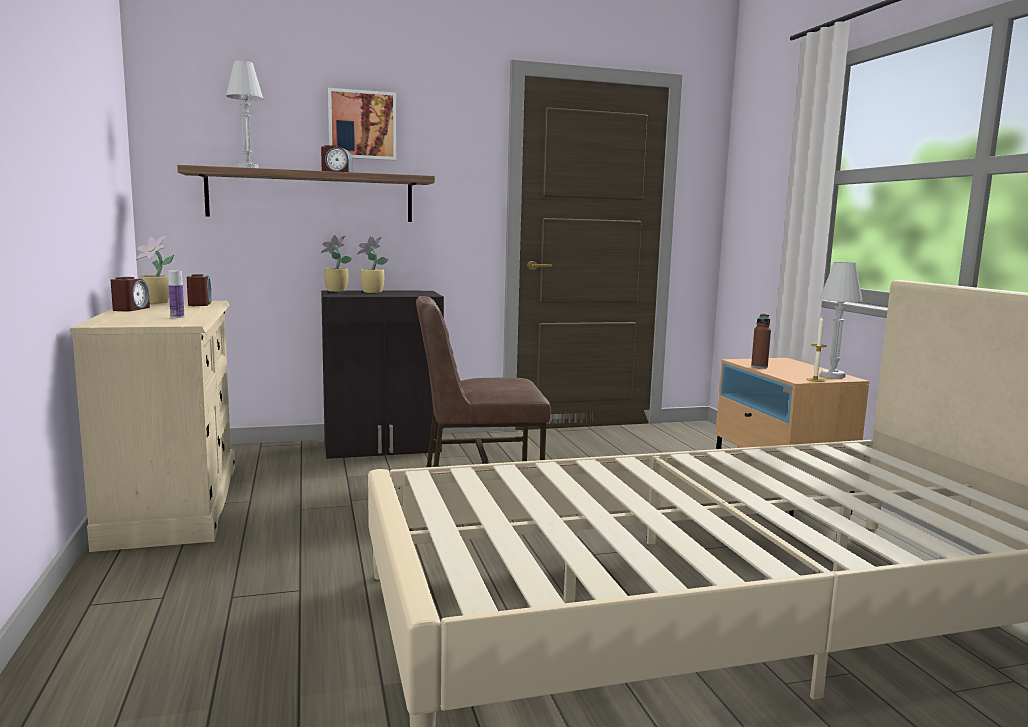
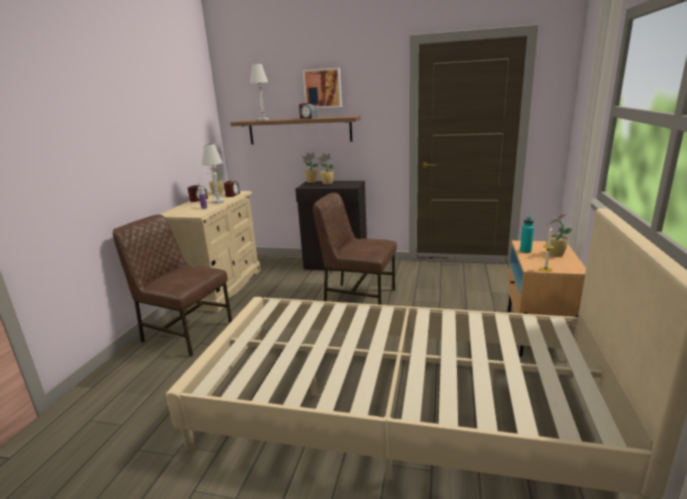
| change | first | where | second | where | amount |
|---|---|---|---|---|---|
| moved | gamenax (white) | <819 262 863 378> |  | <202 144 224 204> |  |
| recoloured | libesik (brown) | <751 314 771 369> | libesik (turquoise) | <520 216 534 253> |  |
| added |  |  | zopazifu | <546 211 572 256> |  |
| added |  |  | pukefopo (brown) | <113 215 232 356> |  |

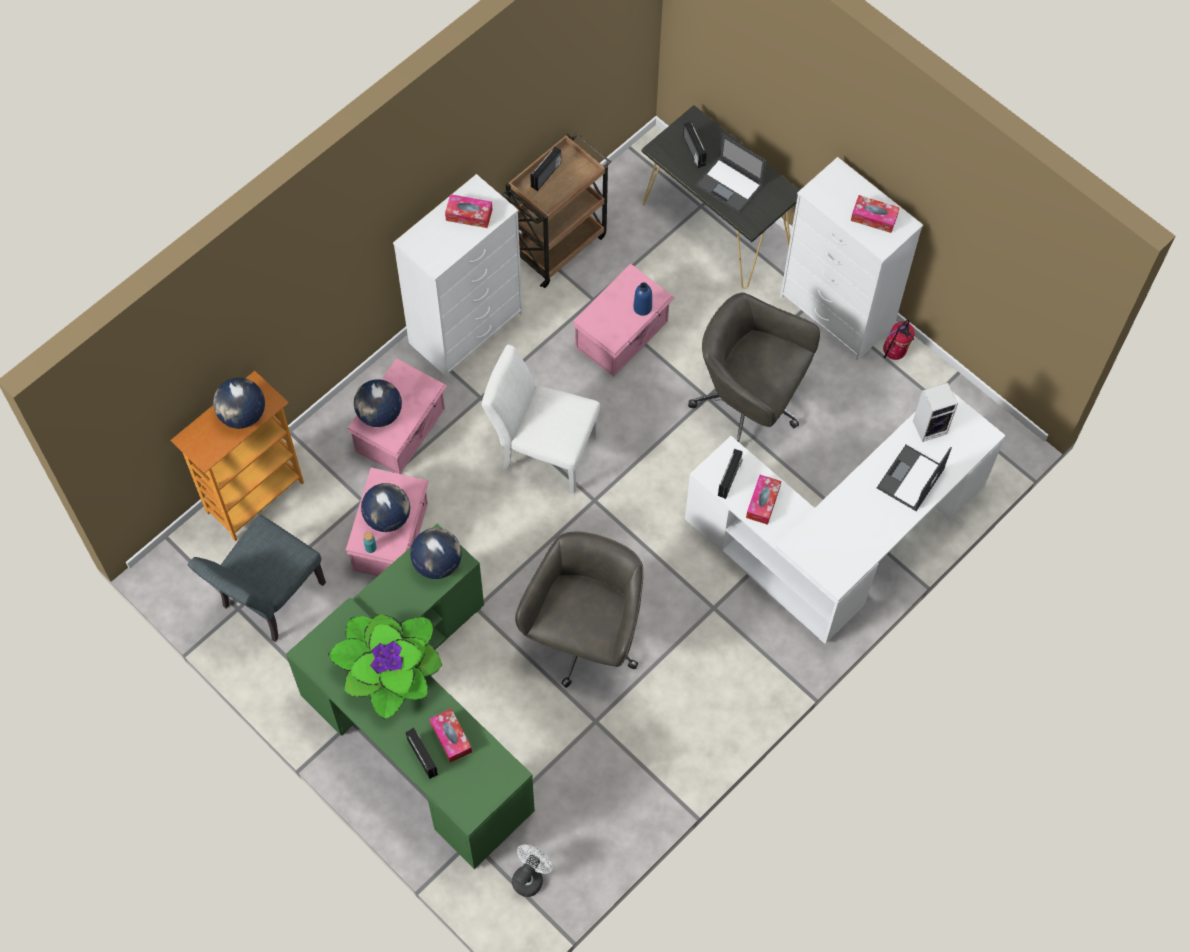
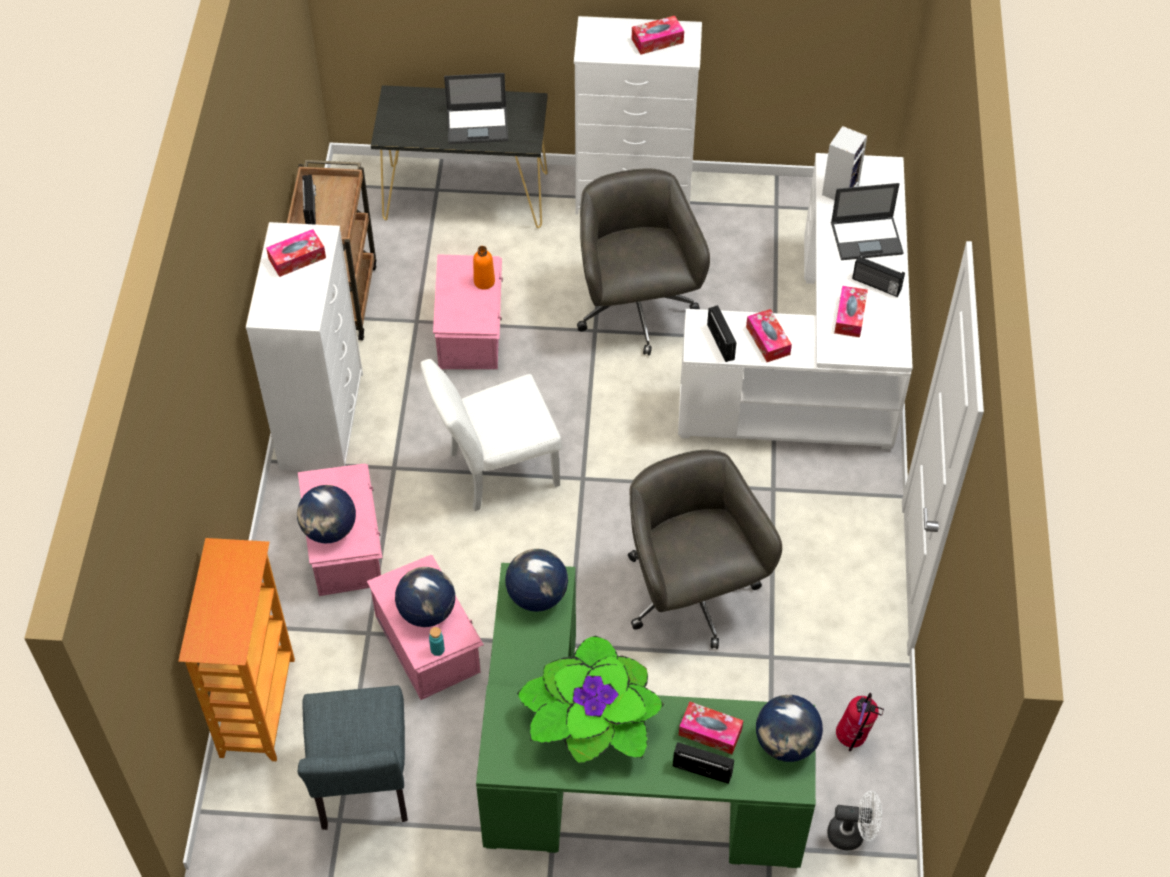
| change | first | where | second | where | amount |
|---|---|---|---|---|---|
| moved | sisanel | <683 121 707 168> |  | <852 255 905 297> |  |
| recoloured | libesik (blue) | <633 282 652 316> | libesik (orange) | <473 246 495 290> |  |
| turned | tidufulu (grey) | <688 292 820 442> |  | <577 169 710 355> | 90 degrees clockwise |
| moved | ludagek | <883 320 915 360> |  | <836 693 884 751> |  |
| moved | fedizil | <213 378 265 429> |  | <756 695 823 762> |  |
| turned | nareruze | <877 445 952 511> |  | <831 183 904 260> | 90 degrees counterclockwise |
| turned | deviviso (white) | <512 845 553 897> |  | <827 791 882 851> | 105 degrees clockwise |
| added |  |  | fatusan | <834 286 868 337> |  |

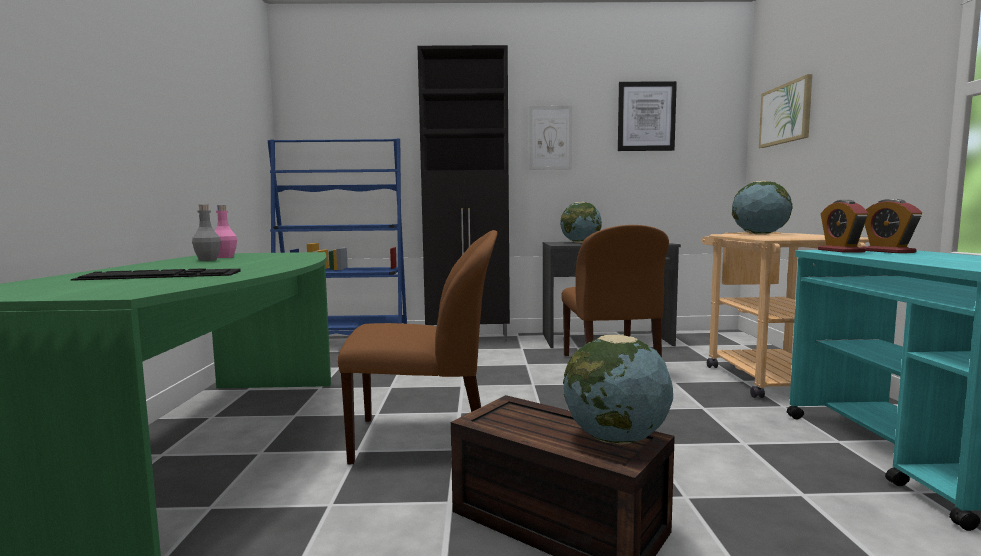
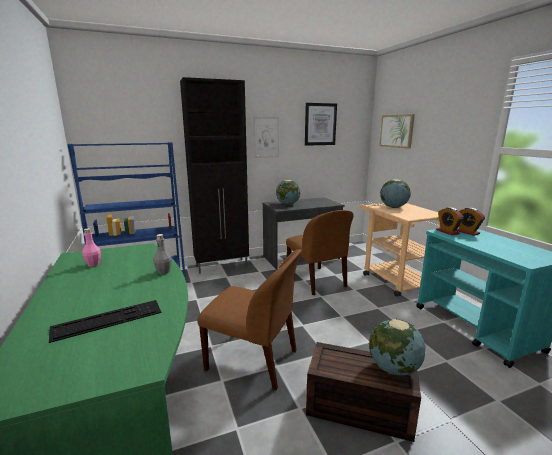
| change | first | where | second | where | amount |
|---|---|---|---|---|---|
| moved | libesik (grey) | <192 205 221 261> |  | <153 234 172 275> |  |
| turned | pukefopo (brown) | <338 230 498 465> |  | <197 249 302 390> | 45 degrees clockwise |

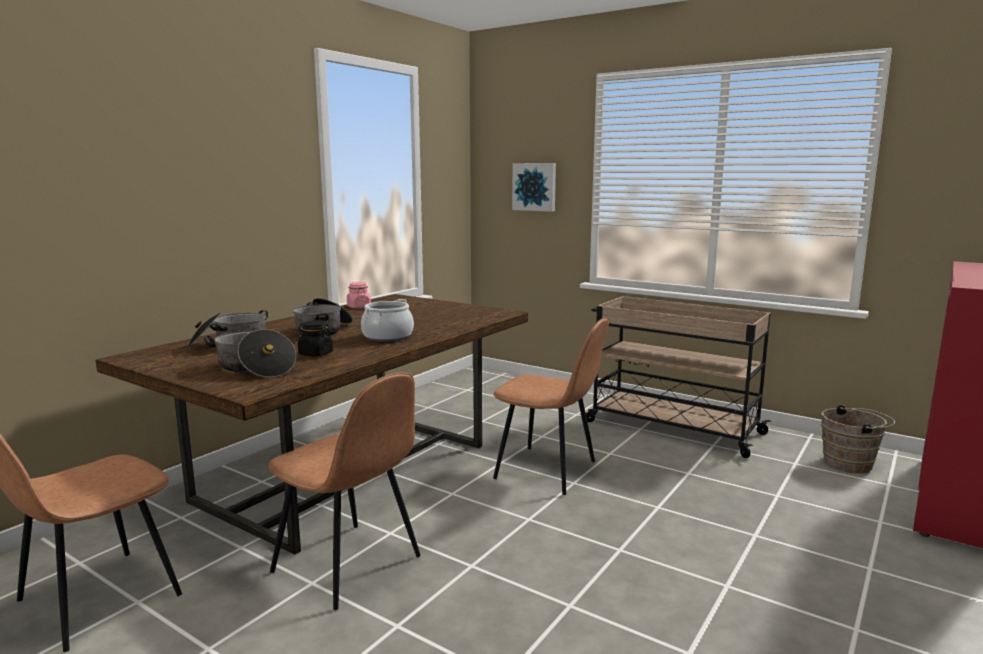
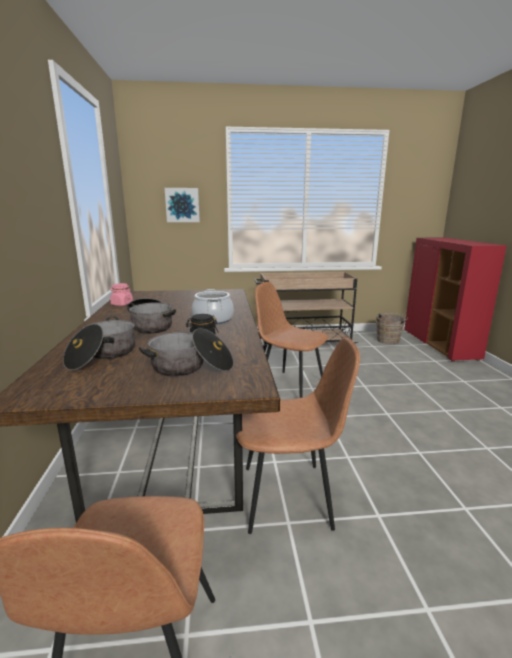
| change | first | where | second | where | amount |
|---|---|---|---|---|---|
| turned | pukefopo (brown) | <493 318 609 495> |  | <255 282 328 398> | 135 degrees counterclockwise |

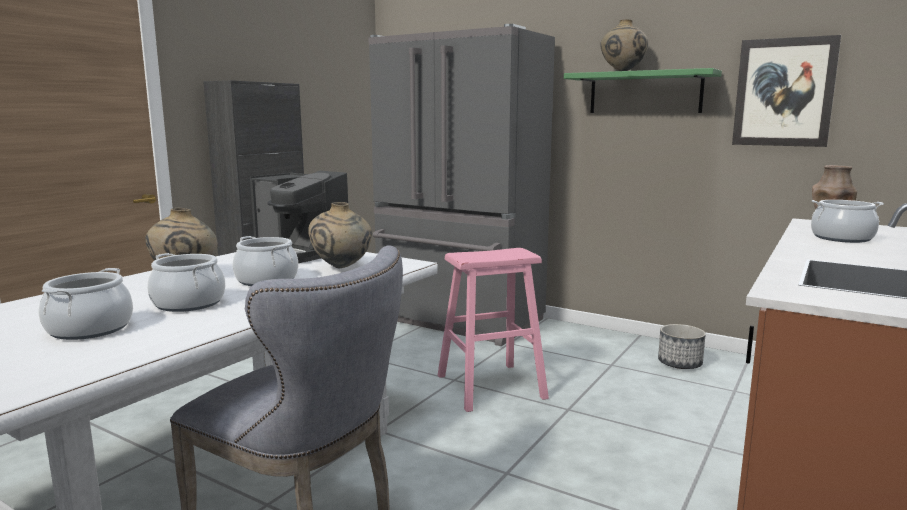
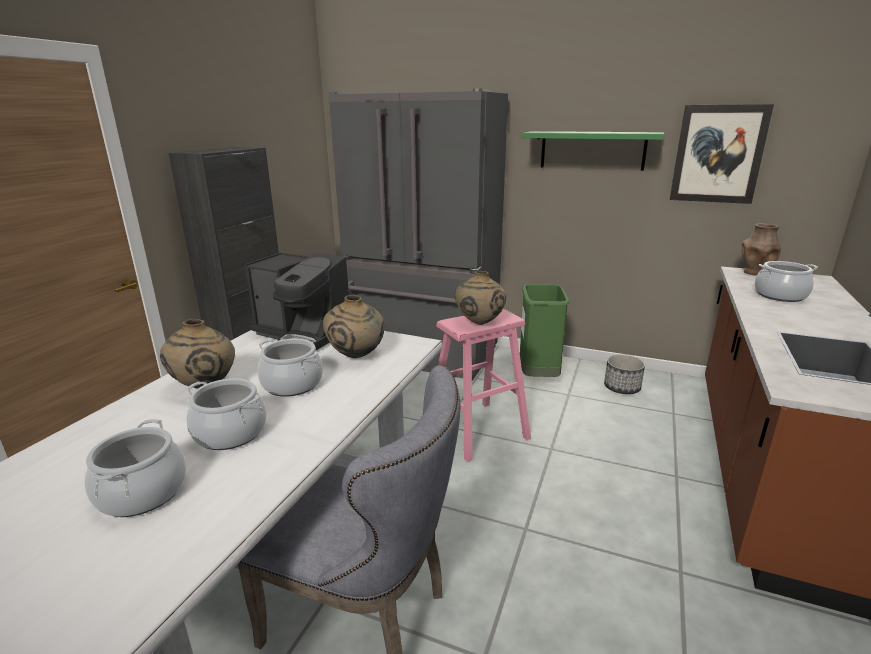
| change | first | where | second | where | amount |
|---|---|---|---|---|---|
| moved | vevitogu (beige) | <600 19 648 71> |  | <455 271 506 325> |  |
| added |  |  | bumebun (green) | <520 284 569 377> |  |

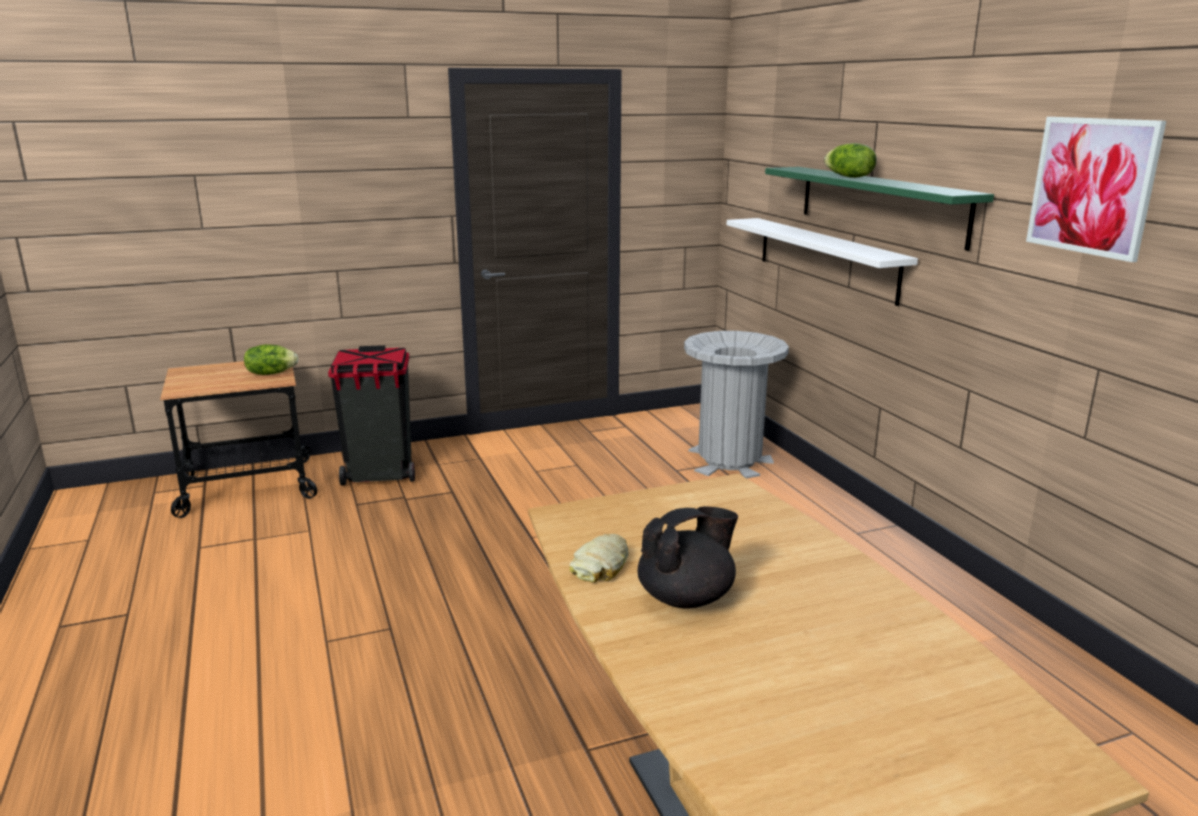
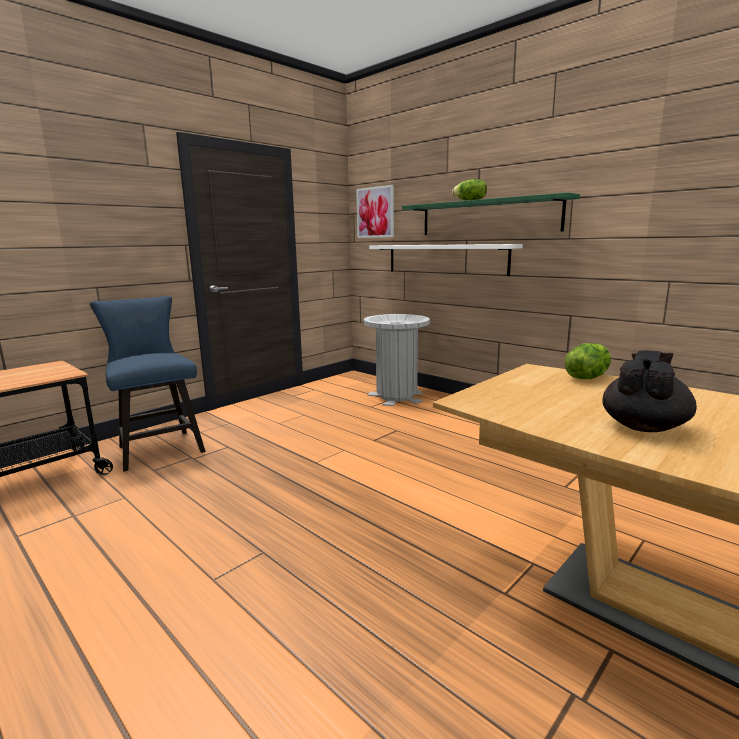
| change | first | where | second | where | amount |
|---|---|---|---|---|---|
| moved | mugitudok | <1026 117 1166 262> |  | <356 185 394 238> |  |
| moved | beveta | <244 344 299 375> |  | <565 343 611 379> |  |
| replaced | bumebun (black) | <328 345 415 486> | pukefopo (blue) | <90 296 205 471> |  |
| removed | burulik | <569 534 629 582> |  |  |  |

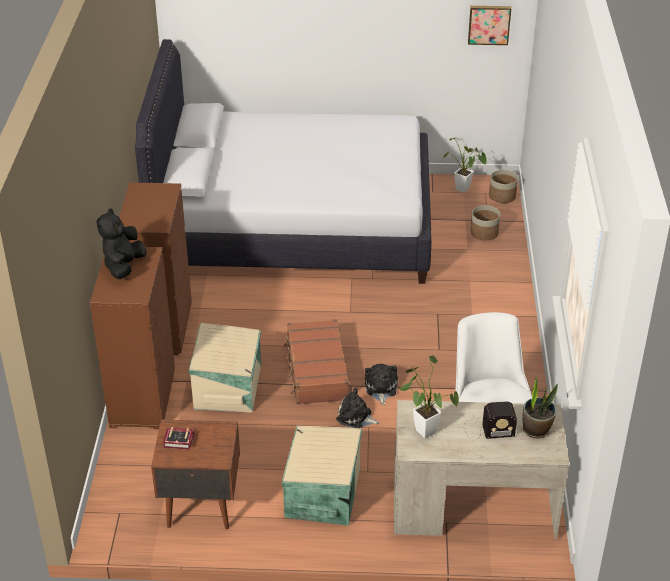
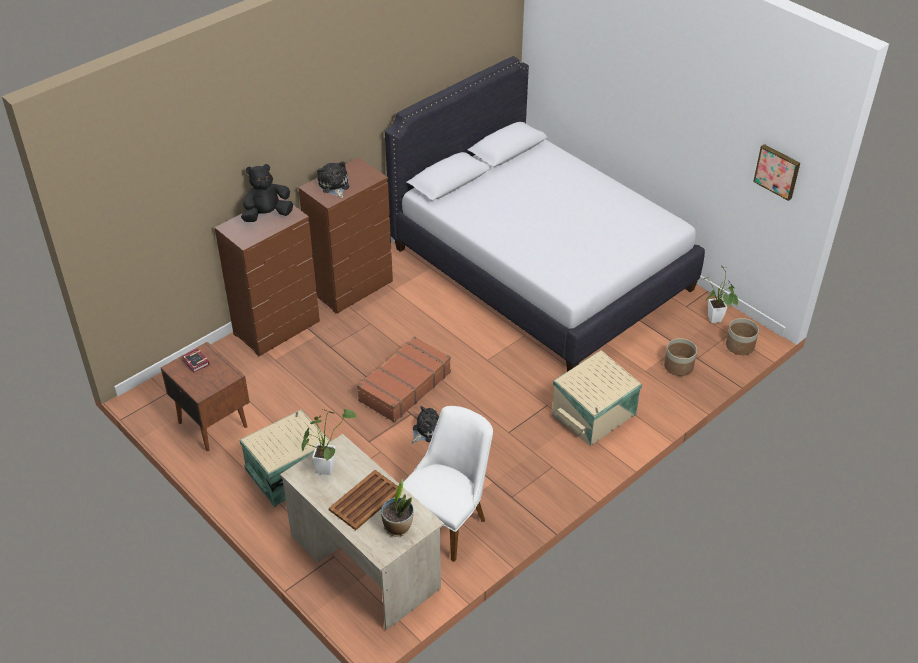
| change | first | where | second | where | amount |
|---|---|---|---|---|---|
| moved | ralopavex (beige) | <189 323 261 413> |  | <552 350 642 447> |  |
| moved | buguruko | <336 388 380 428> |  | <317 161 349 198> |  |
| replaced | sisanel | <464 401 517 440> | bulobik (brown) | <329 470 398 531> |  |

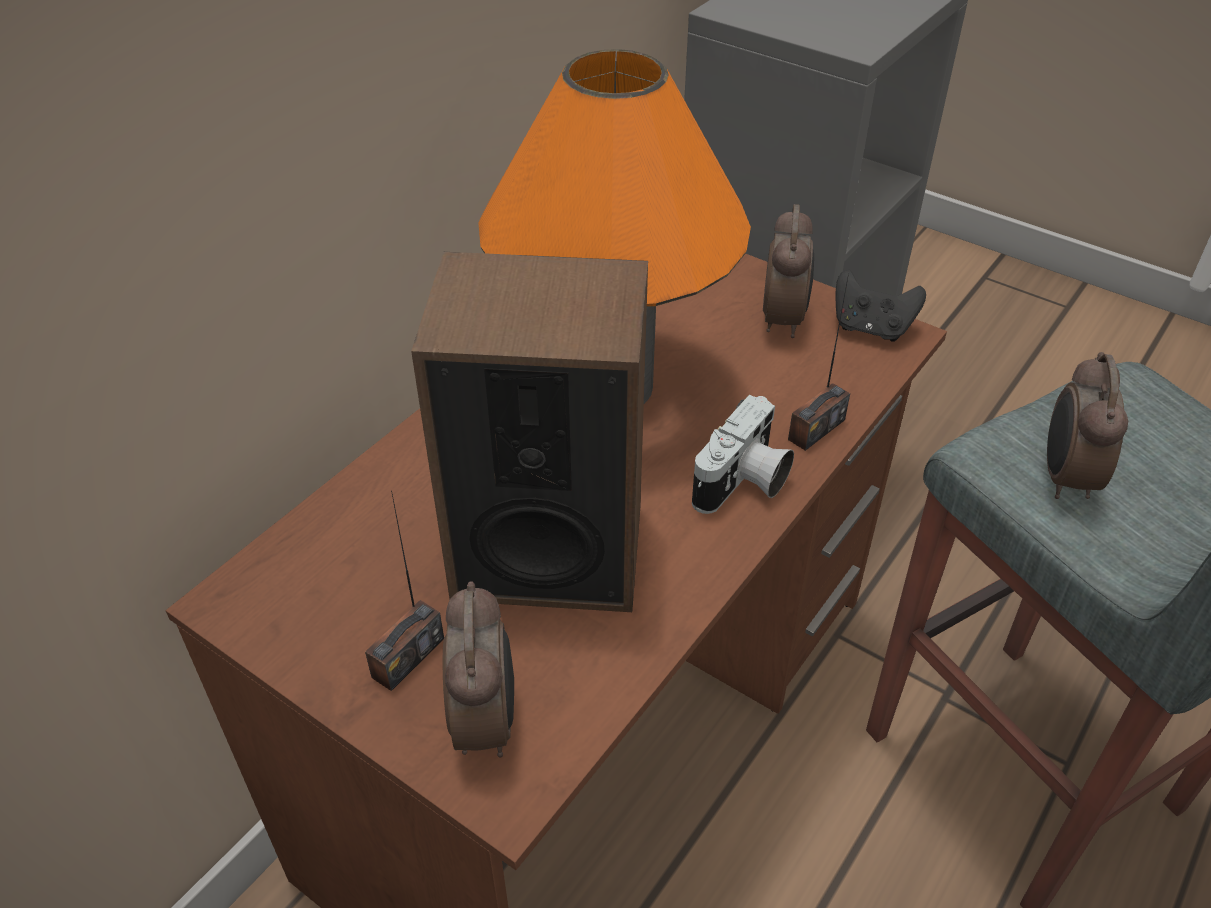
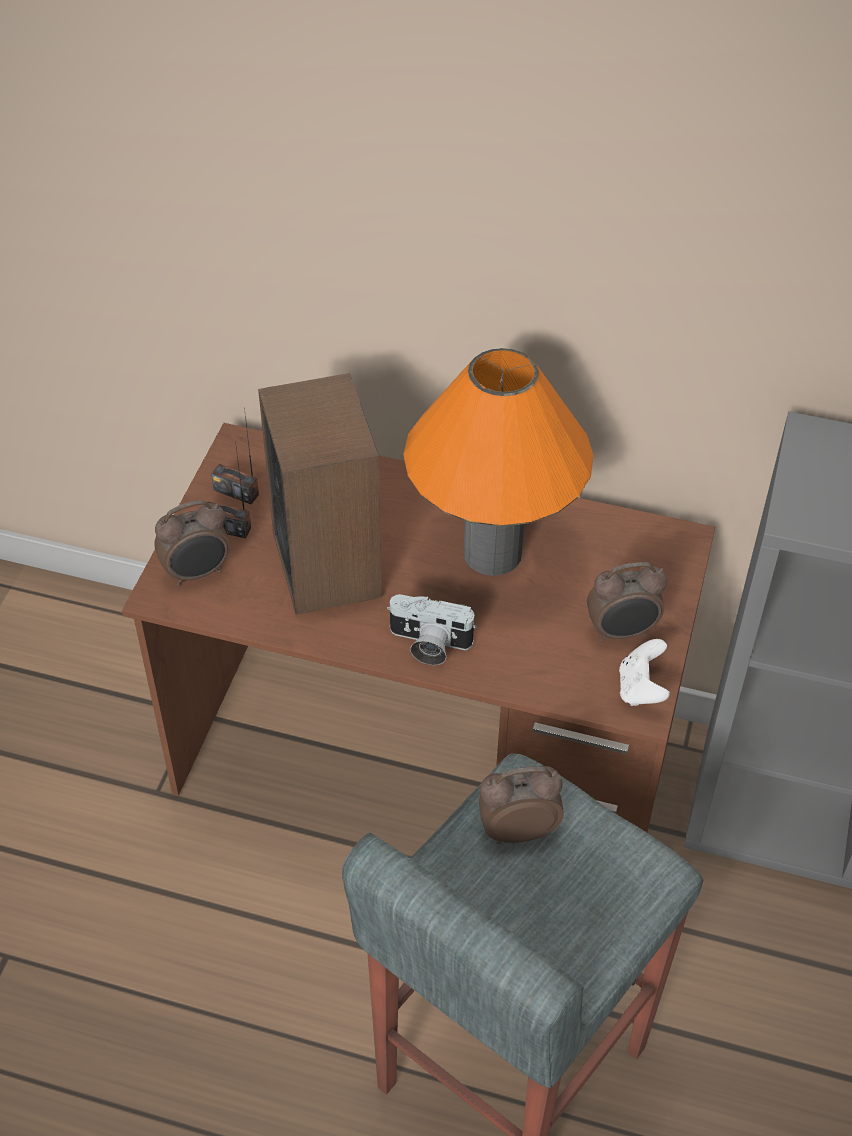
| change | first | where | second | where | amount |
|---|---|---|---|---|---|
| recoloured | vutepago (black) | <835 269 926 342> | vutepago (white) | <619 639 670 706> |  |
| moved | sisanel | <788 273 850 451> |  | <211 407 259 504> |  |

